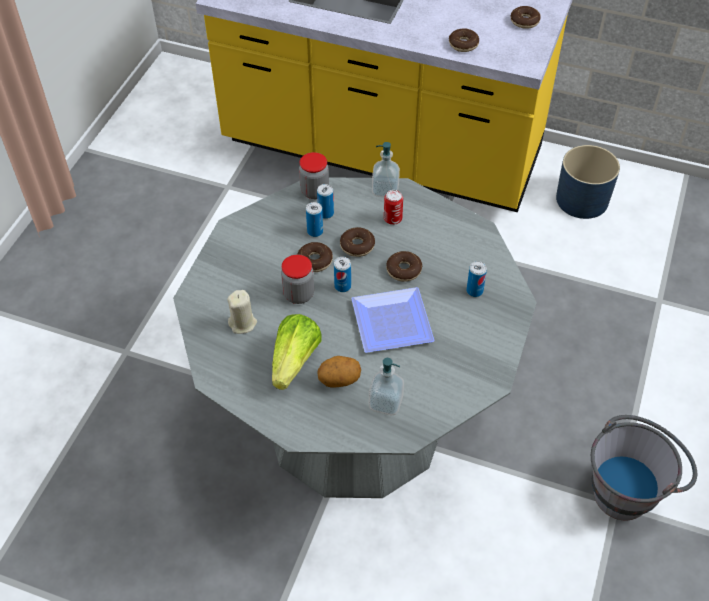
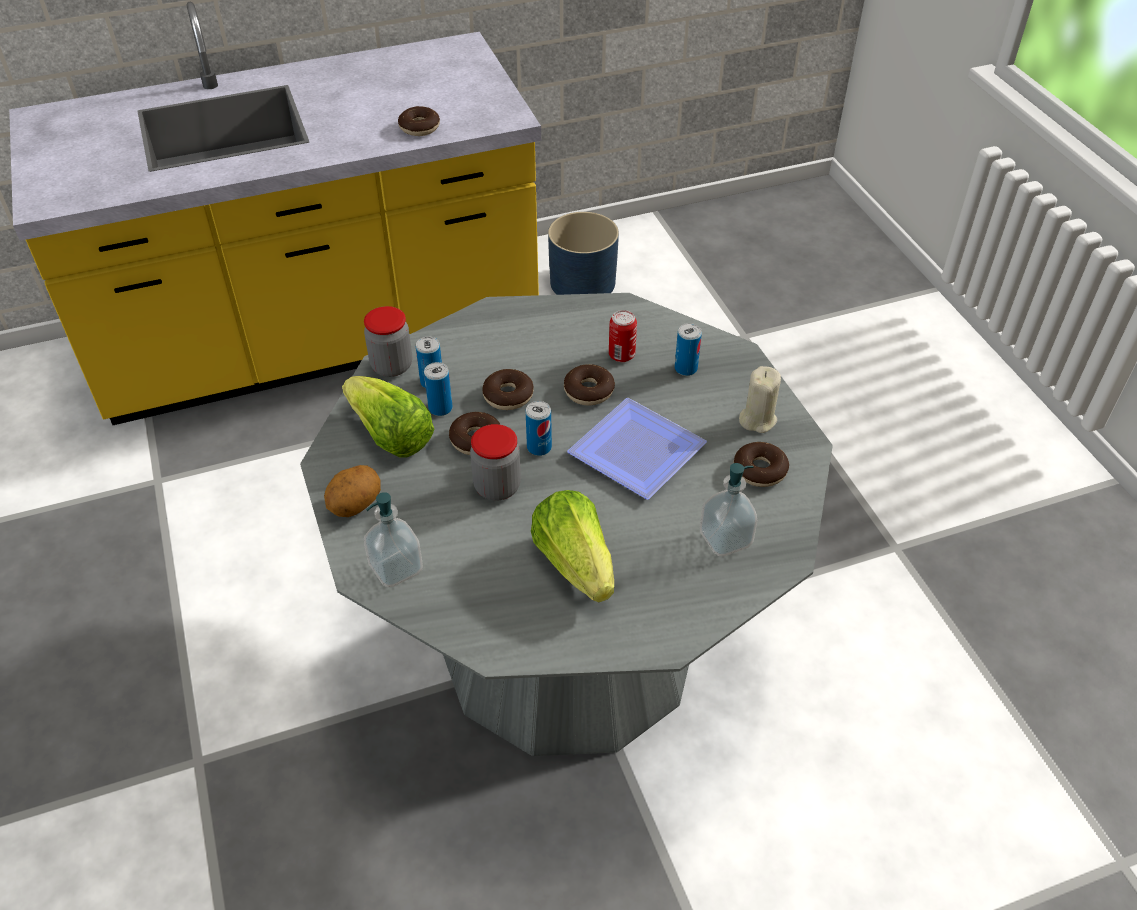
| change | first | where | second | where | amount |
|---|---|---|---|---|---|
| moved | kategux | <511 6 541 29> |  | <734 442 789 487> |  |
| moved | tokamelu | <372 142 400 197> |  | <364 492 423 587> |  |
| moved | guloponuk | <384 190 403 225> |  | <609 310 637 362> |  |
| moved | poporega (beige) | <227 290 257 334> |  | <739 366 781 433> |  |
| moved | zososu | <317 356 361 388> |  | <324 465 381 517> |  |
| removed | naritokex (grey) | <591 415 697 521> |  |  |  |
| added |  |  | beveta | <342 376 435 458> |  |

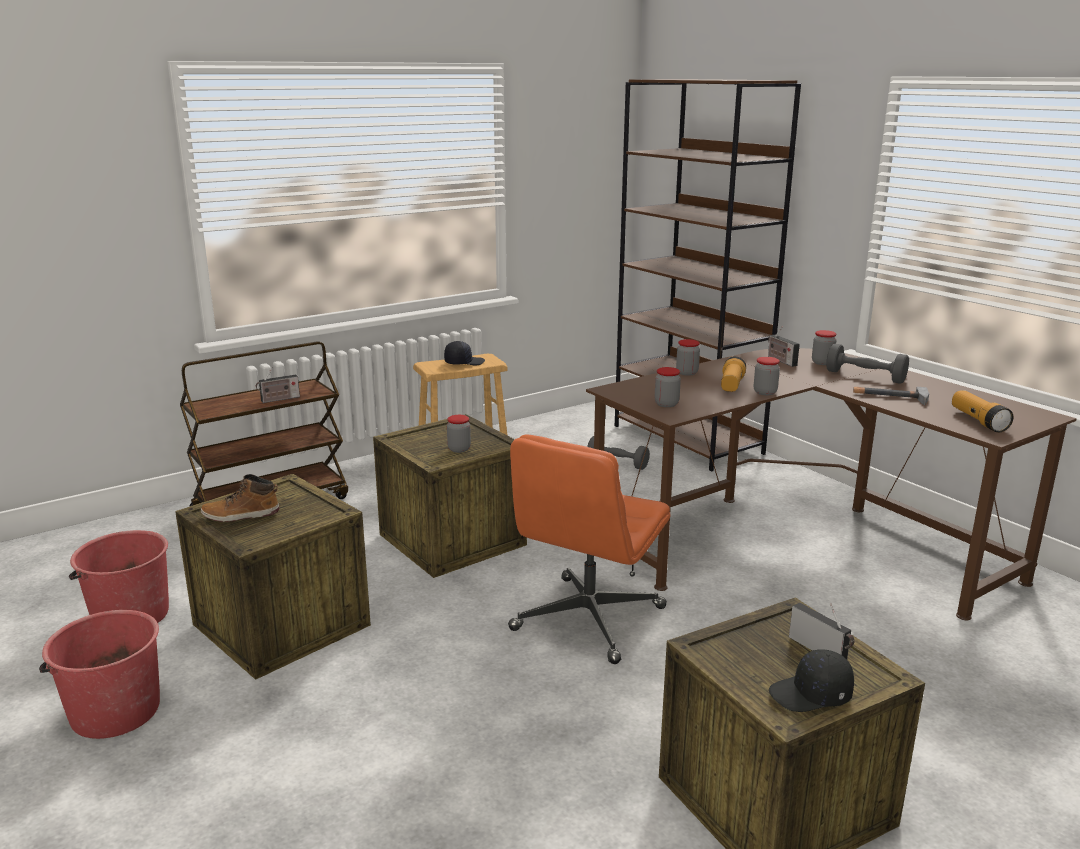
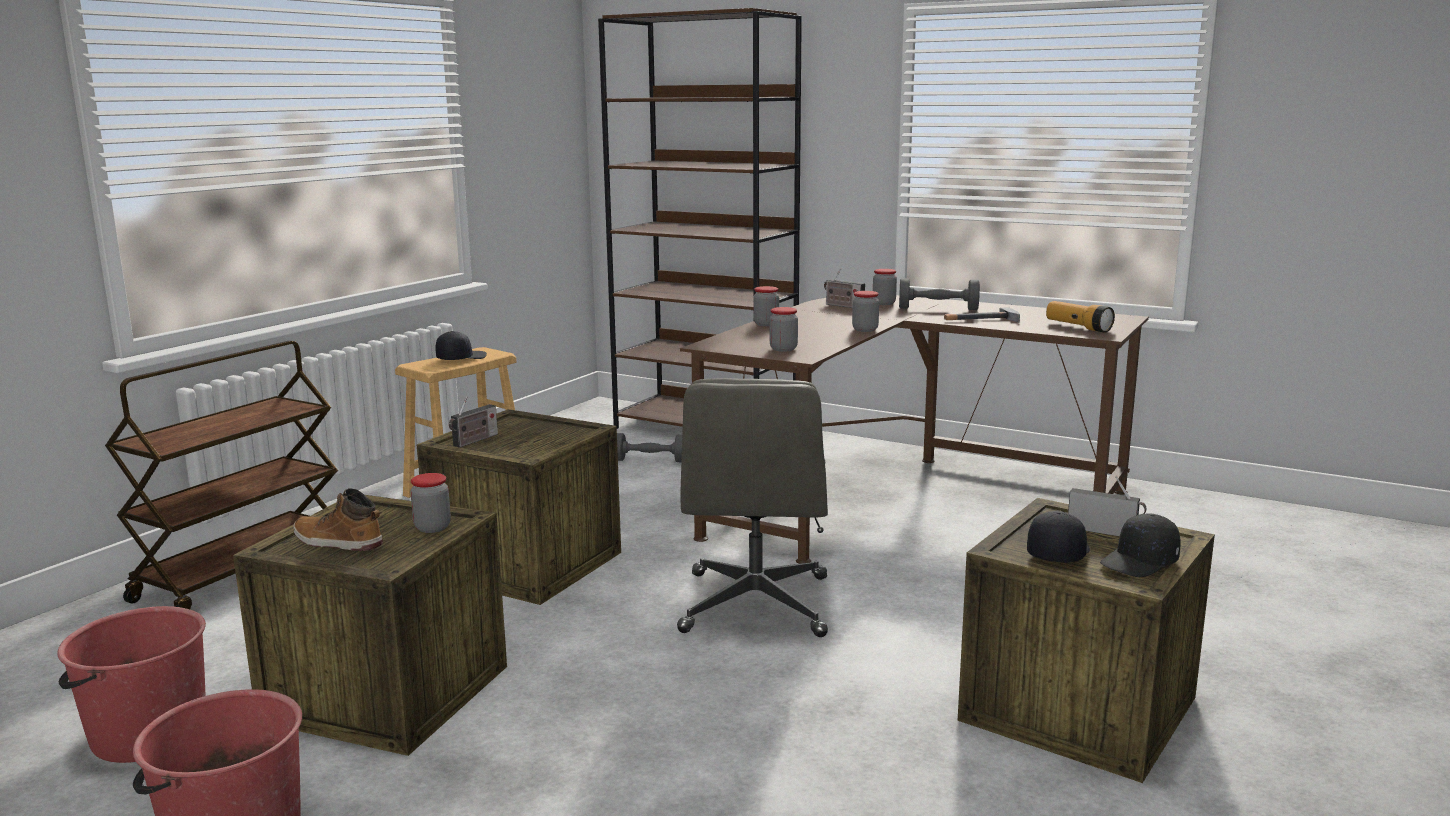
| change | first | where | second | where | amount |
|---|---|---|---|---|---|
| removed | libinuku | <721 356 746 392> |  |  |  |
| moved | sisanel | <256 368 300 403> |  | <449 396 498 447> |  |
| moved | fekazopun | <447 415 471 453> |  | <410 473 451 533> |  |
| recoloured | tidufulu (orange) | <508 434 670 664> | tidufulu (grey) | <677 378 828 637> |  |
| turned | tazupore | <201 474 279 522> |  | <293 488 383 551> | 60 degrees clockwise |
| added |  |  | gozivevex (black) | <1027 511 1090 563> |  |

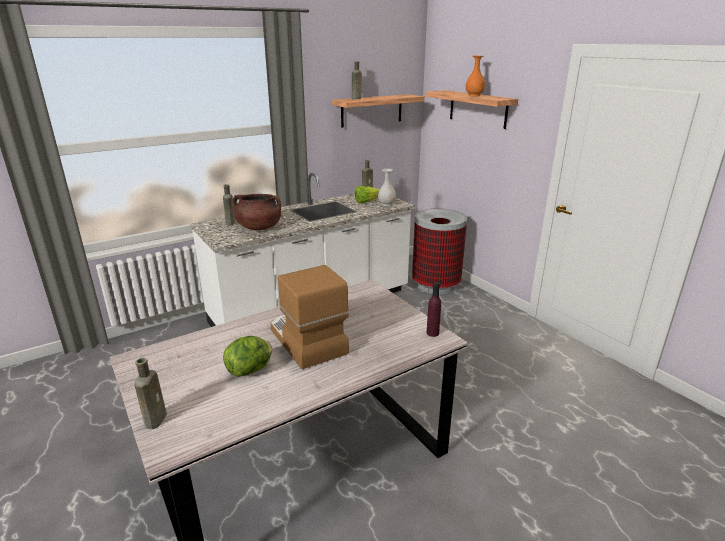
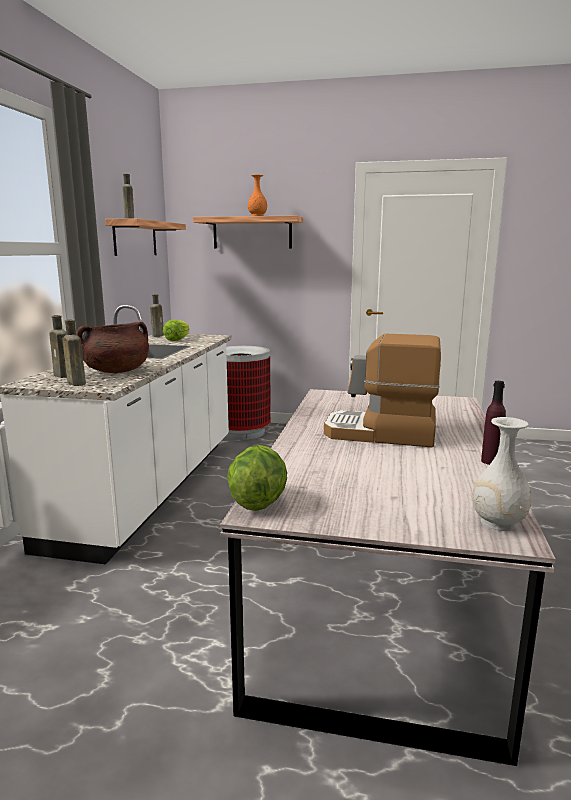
| change | first | where | second | where | amount |
|---|---|---|---|---|---|
| moved | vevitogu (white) | <378 169 396 206> |  | <472 417 531 531> |  |
| moved | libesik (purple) | <427 282 441 337> |  | <481 381 506 465> |  |
| moved | beveta | <223 336 272 377> |  | <227 445 287 511> |  |
| moved | libesik (brown) | <134 358 167 429> |  | <62 319 86 386> |  |

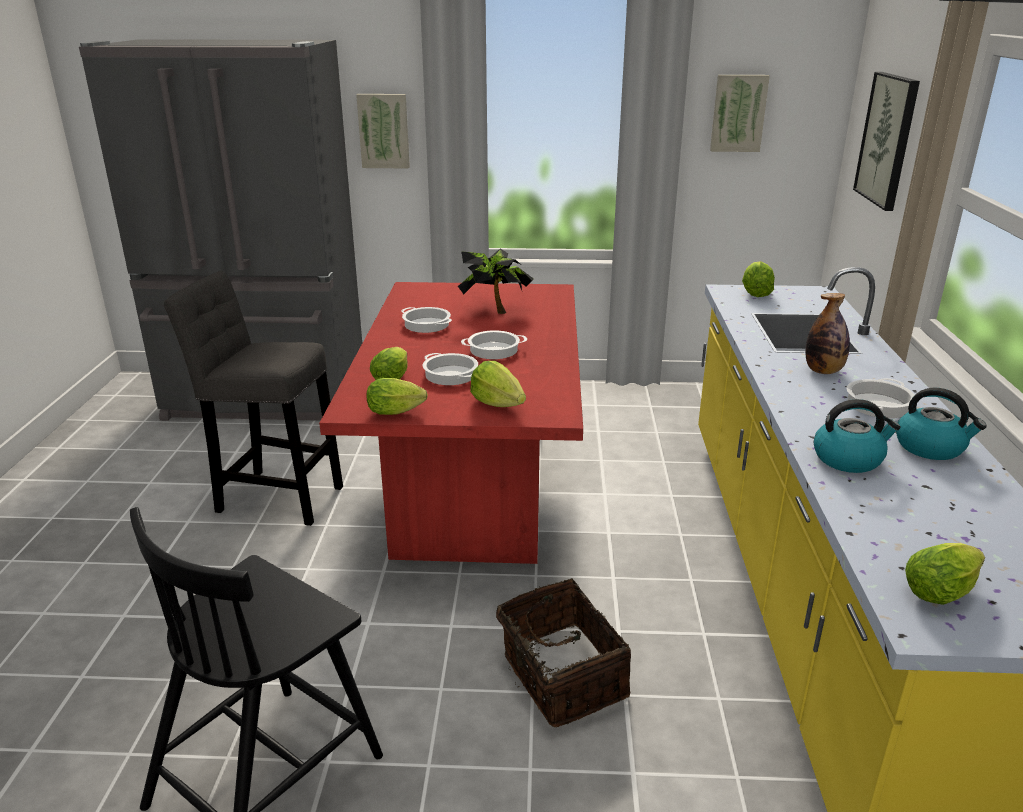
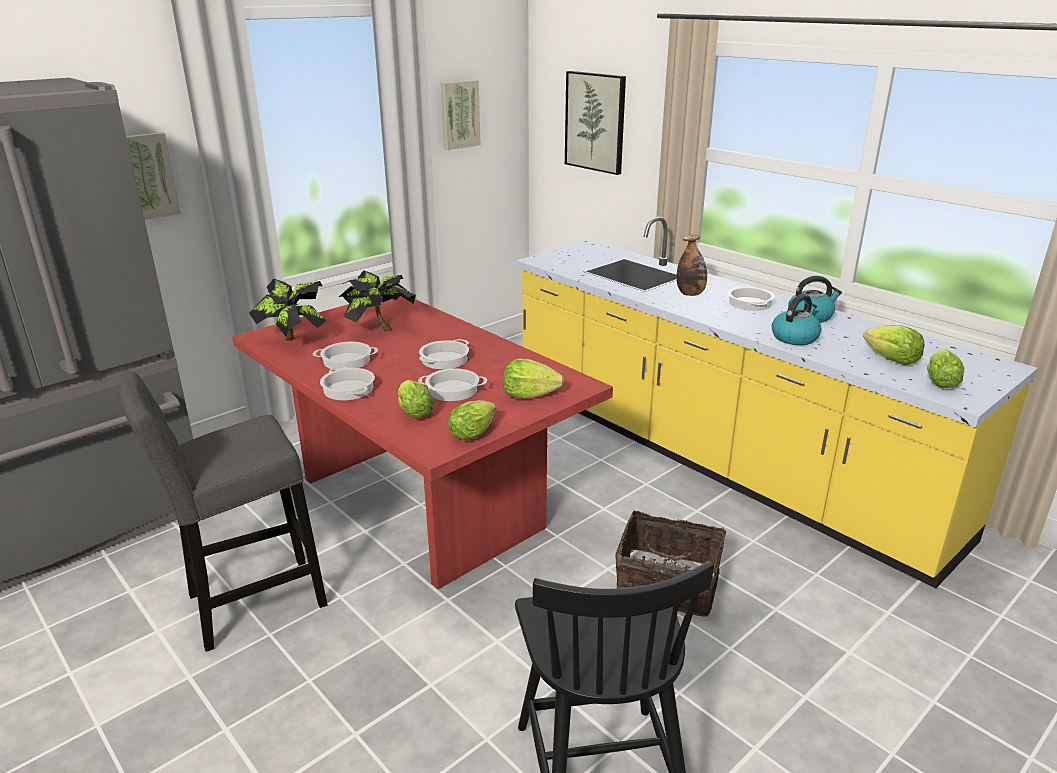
| change | first | where | second | where | amount |
|---|---|---|---|---|---|
| moved | beveta | <742 261 775 297> |  | <863 325 925 365> |  |
| added |  |  | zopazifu | <249 279 327 341> |  |
| added |  |  | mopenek | <320 366 375 400> |  |

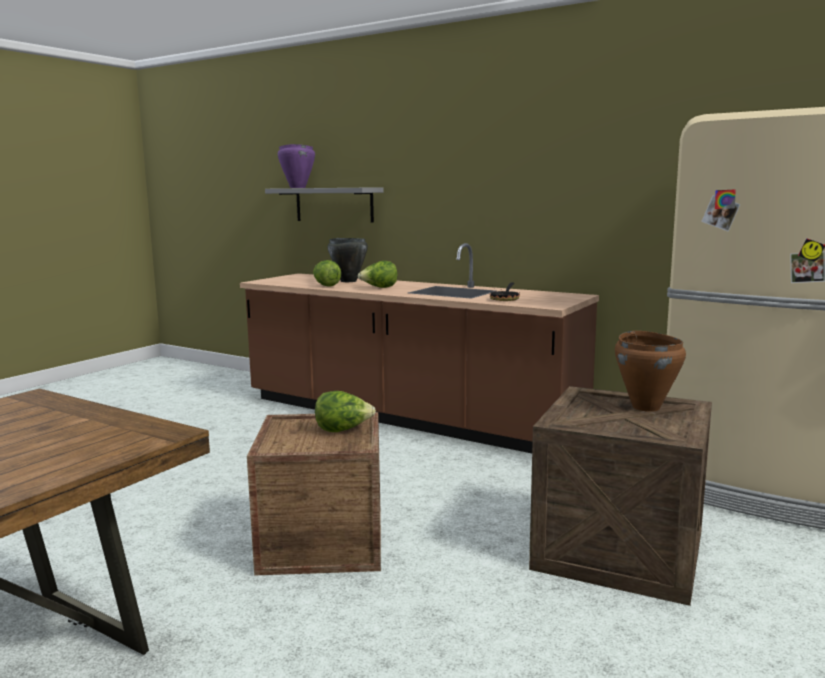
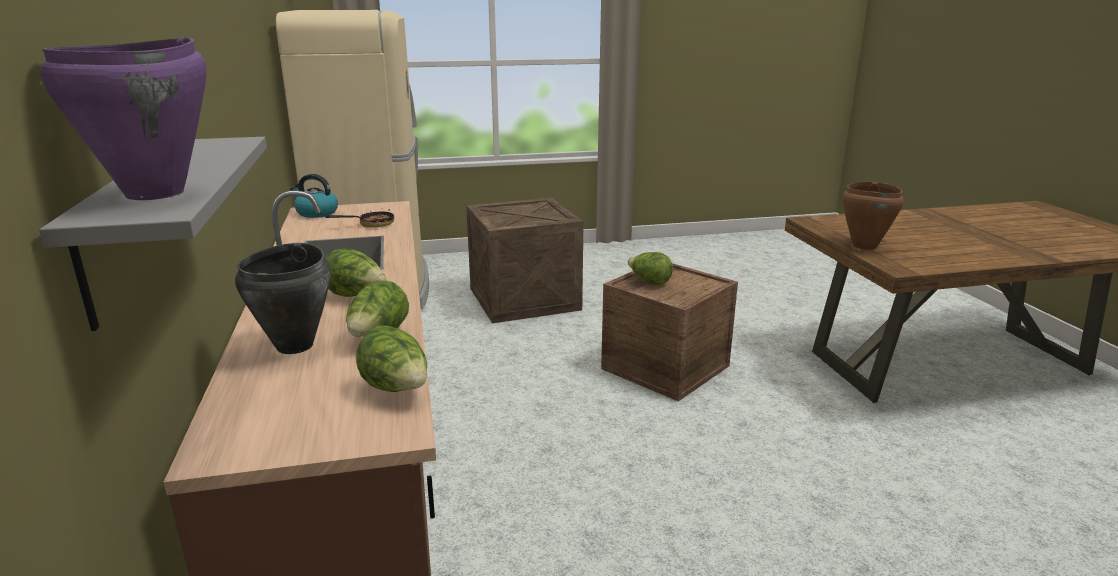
| change | first | where | second | where | amount |
|---|---|---|---|---|---|
| moved | mopenek (brown) | <615 331 686 412> |  | <842 182 904 250> |  |
| added |  |  | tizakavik | <290 174 338 218> |  |
| added |  |  | beveta | <356 325 427 392> |  |

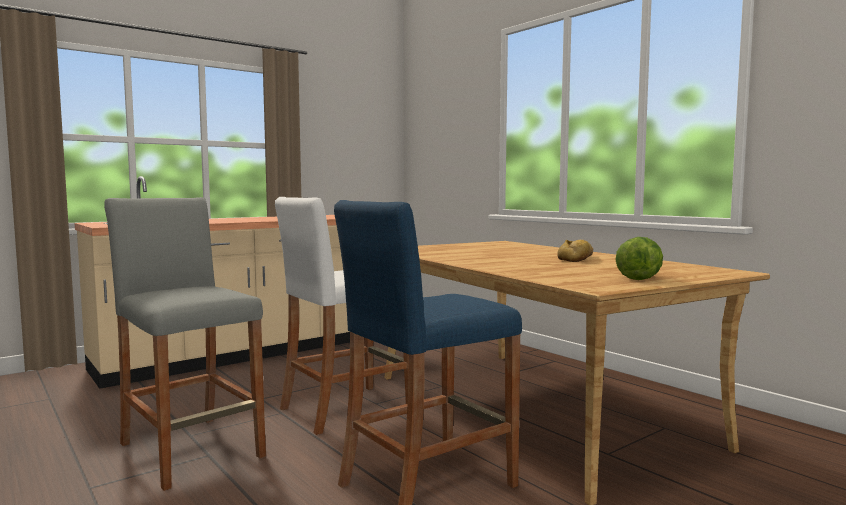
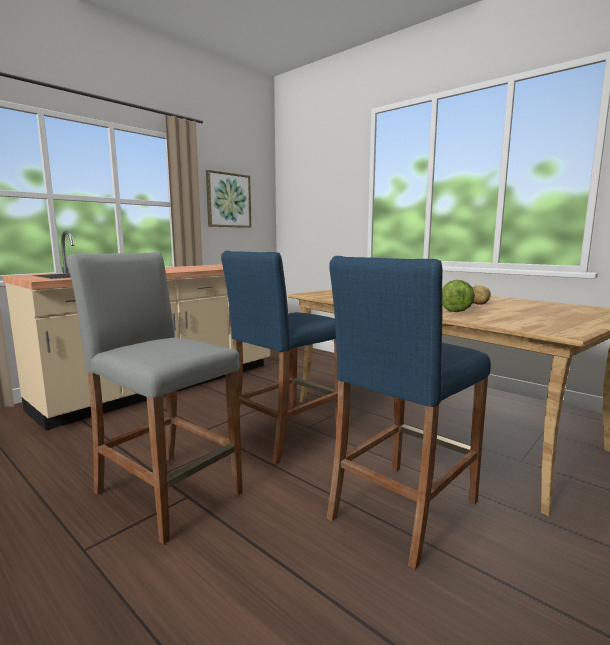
| change | first | where | second | where | amount |
|---|---|---|---|---|---|
| recoloured | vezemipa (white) | <275 197 409 435> | vezemipa (blue) | <221 251 338 464> |  |
| moved | beveta | <615 237 663 280> |  | <442 280 475 312> |  |
| added |  |  | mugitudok | <206 170 251 228> |  |

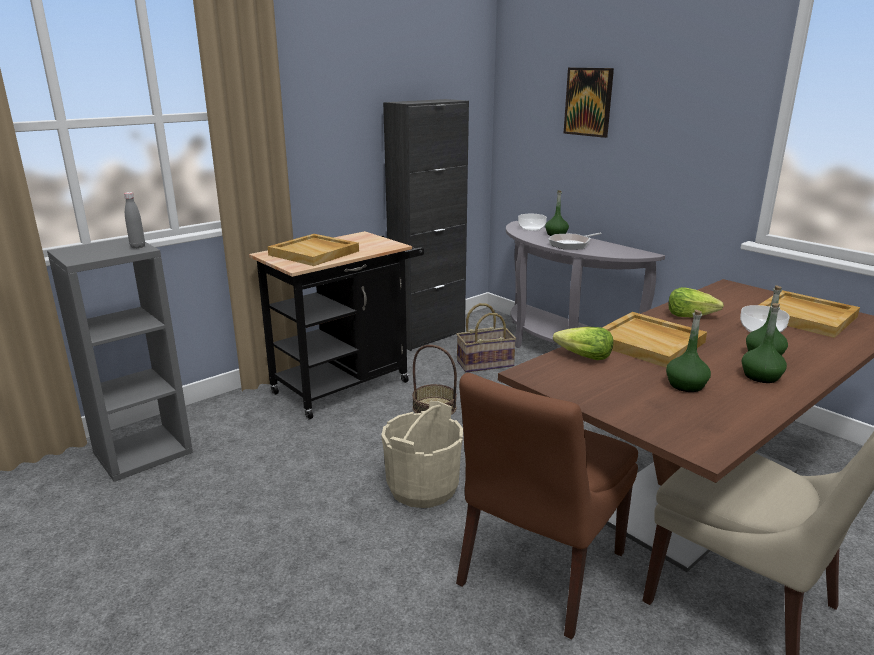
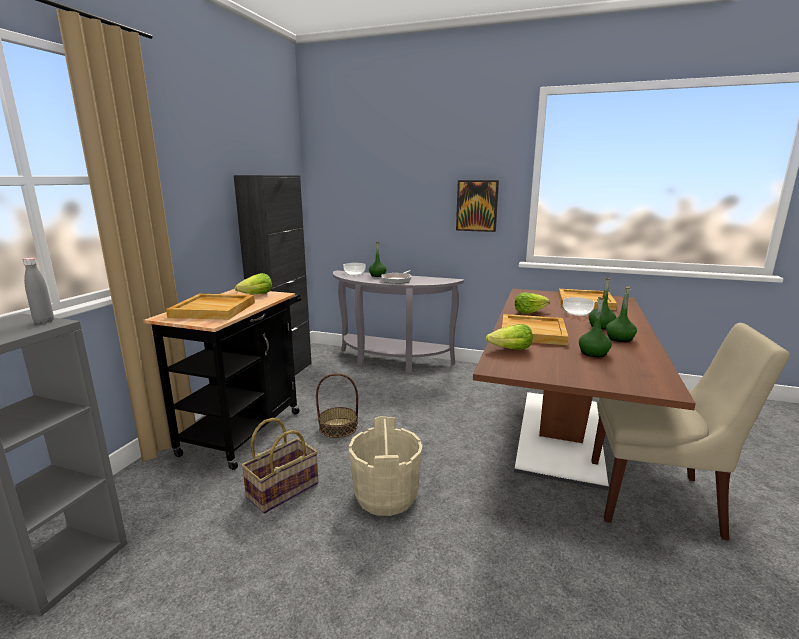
| change | first | where | second | where | amount |
|---|---|---|---|---|---|
| moved | mugitudok | <564 68 614 138> |  | <456 180 499 232> |  |
| moved | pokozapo | <456 303 516 373> |  | <241 418 319 514> |  |
| removed | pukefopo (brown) | <456 373 638 639> |  |  |  |
| added |  |  | beveta | <235 273 272 294> |  |

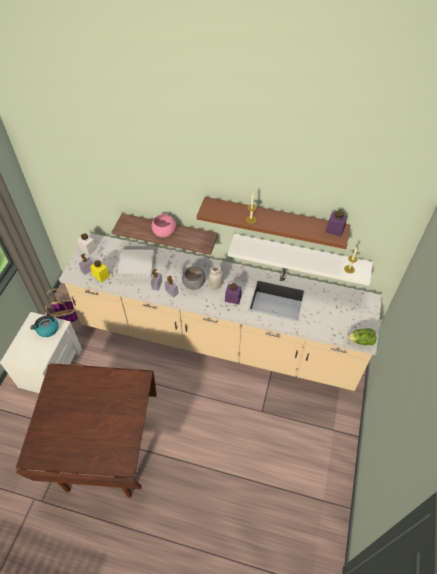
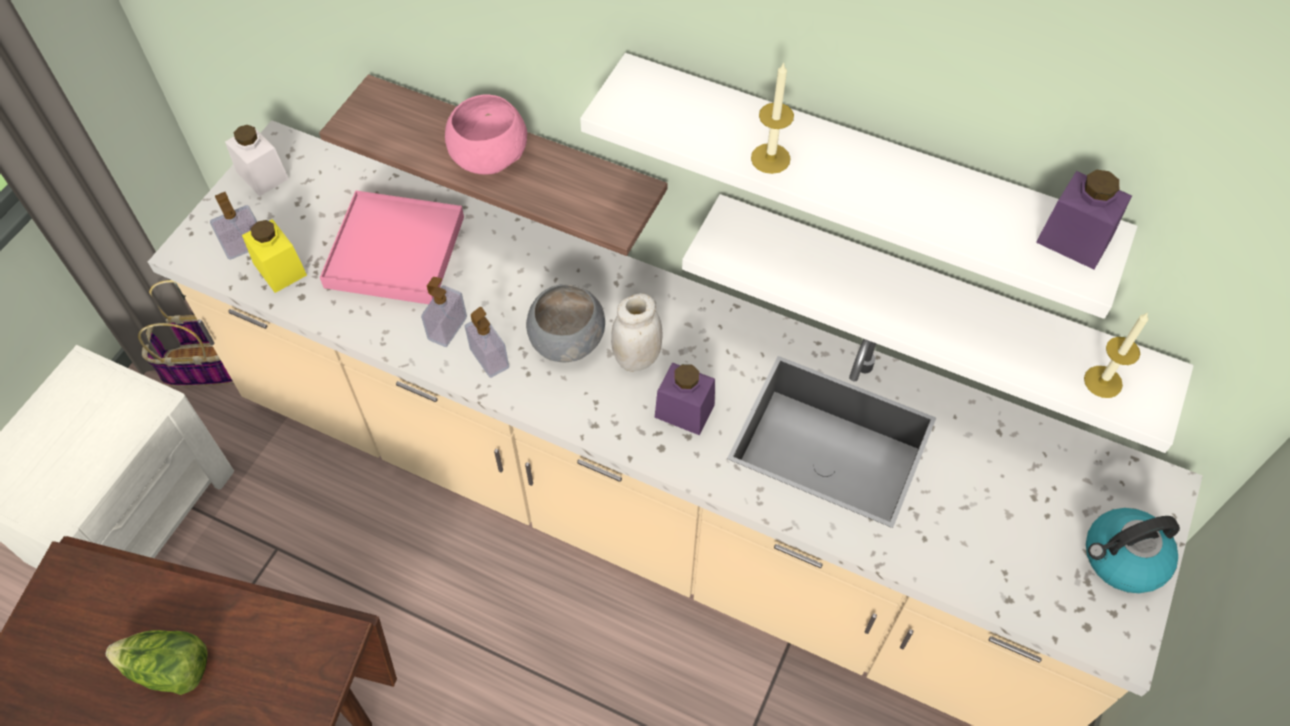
| change | first | where | second | where | amount |
|---|---|---|---|---|---|
| recoloured | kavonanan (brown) | <197 197 350 249> | kavonanan (white) | <580 53 1137 319> |  |
| recoloured | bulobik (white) | <115 249 154 280> | bulobik (pink) | <320 191 464 304> |  |
| moved | tizakavik | <30 315 59 337> |  | <1086 508 1180 593> |  |
| moved | beveta | <347 328 376 345> |  | <106 630 208 695> |  |

